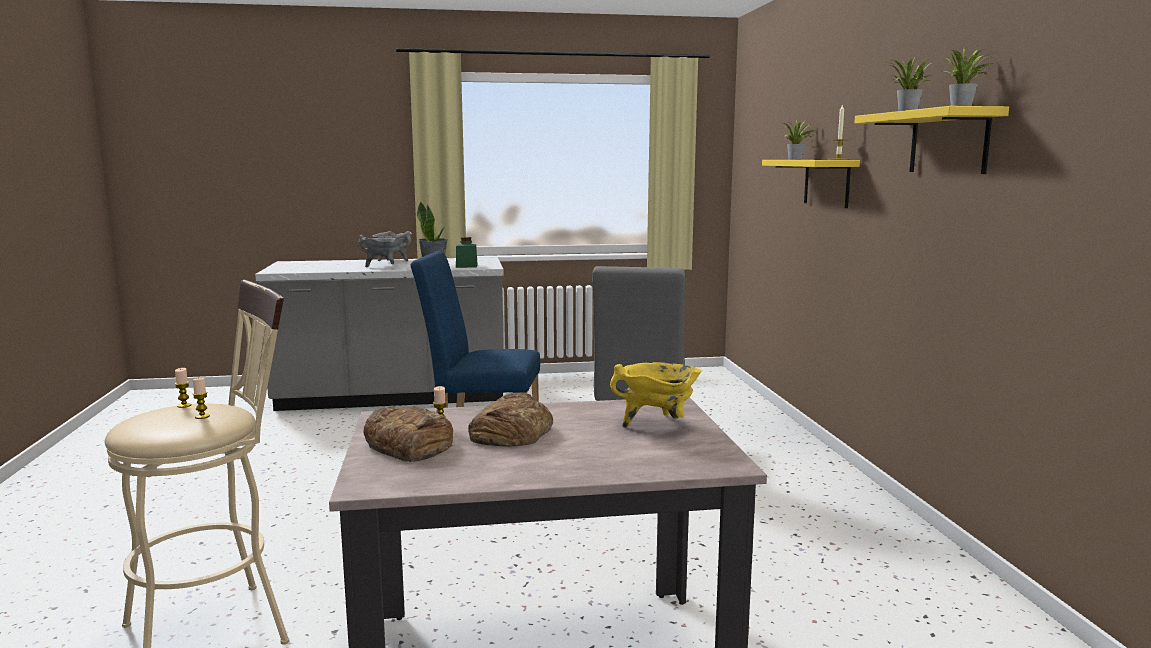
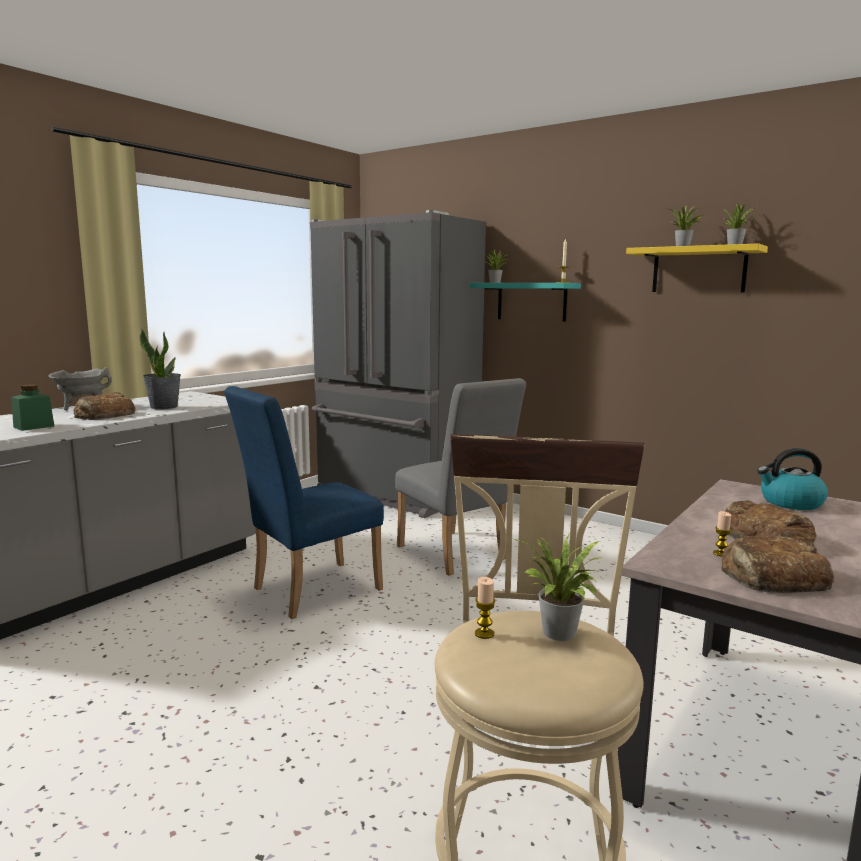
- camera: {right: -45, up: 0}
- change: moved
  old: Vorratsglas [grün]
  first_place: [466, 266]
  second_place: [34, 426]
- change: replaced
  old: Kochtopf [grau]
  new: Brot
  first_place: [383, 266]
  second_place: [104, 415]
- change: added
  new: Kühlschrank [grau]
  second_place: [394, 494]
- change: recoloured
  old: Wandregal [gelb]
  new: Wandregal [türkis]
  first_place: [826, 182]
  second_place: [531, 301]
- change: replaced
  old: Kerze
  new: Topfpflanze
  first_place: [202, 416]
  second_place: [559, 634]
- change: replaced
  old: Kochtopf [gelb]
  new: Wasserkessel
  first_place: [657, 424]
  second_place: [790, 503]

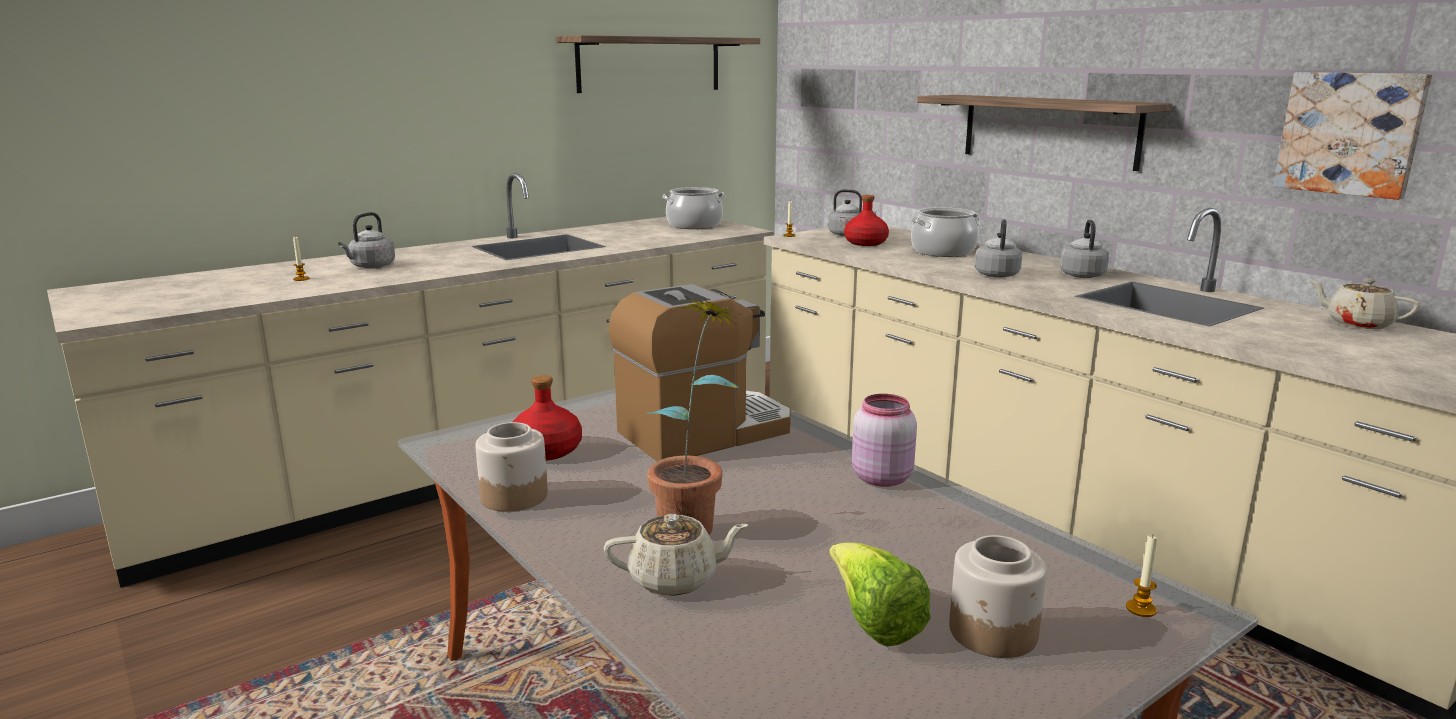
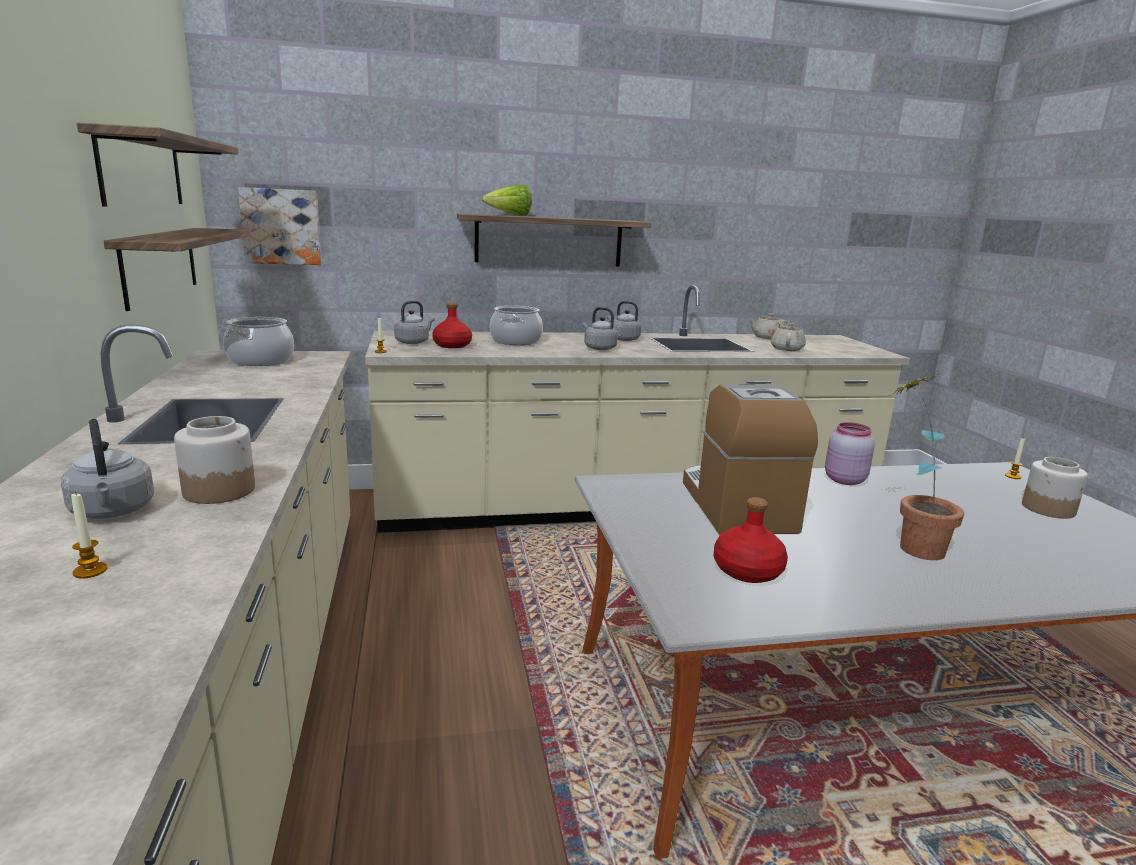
- camera: {right: -65, up: 0}
- change: added
  new: Wandregal
  second_place: [160, 264]
- change: moved
  old: Vorratsglas
  first_place: [515, 496]
  second_place: [219, 490]
- change: moved
  old: Bild
  first_place: [1350, 133]
  second_place: [281, 226]
- change: moved
  old: Salatkopf
  first_place: [873, 622]
  second_place: [511, 215]
- change: moved
  old: Teekanne [beige]
  first_place: [675, 579]
  second_place: [787, 349]

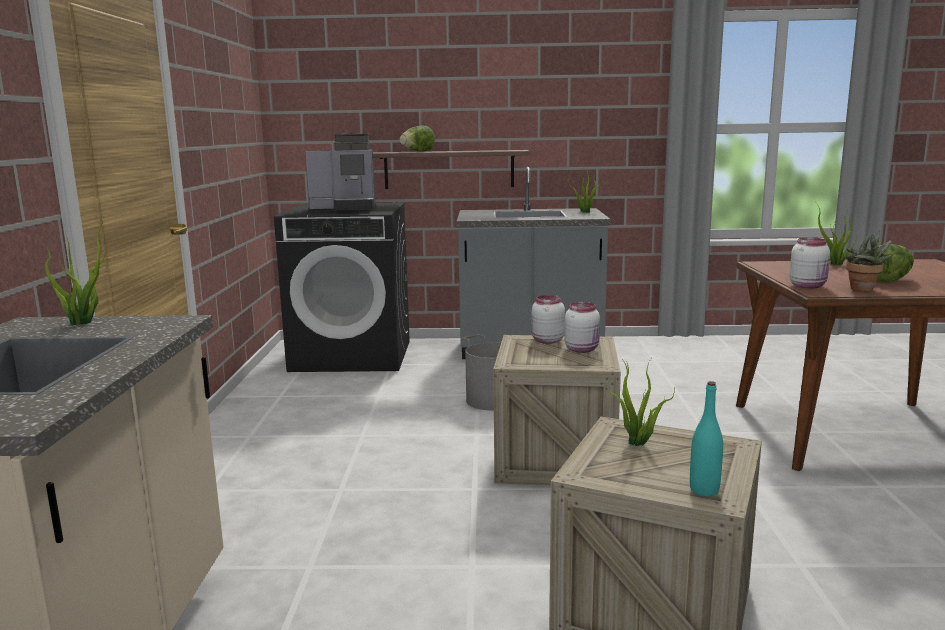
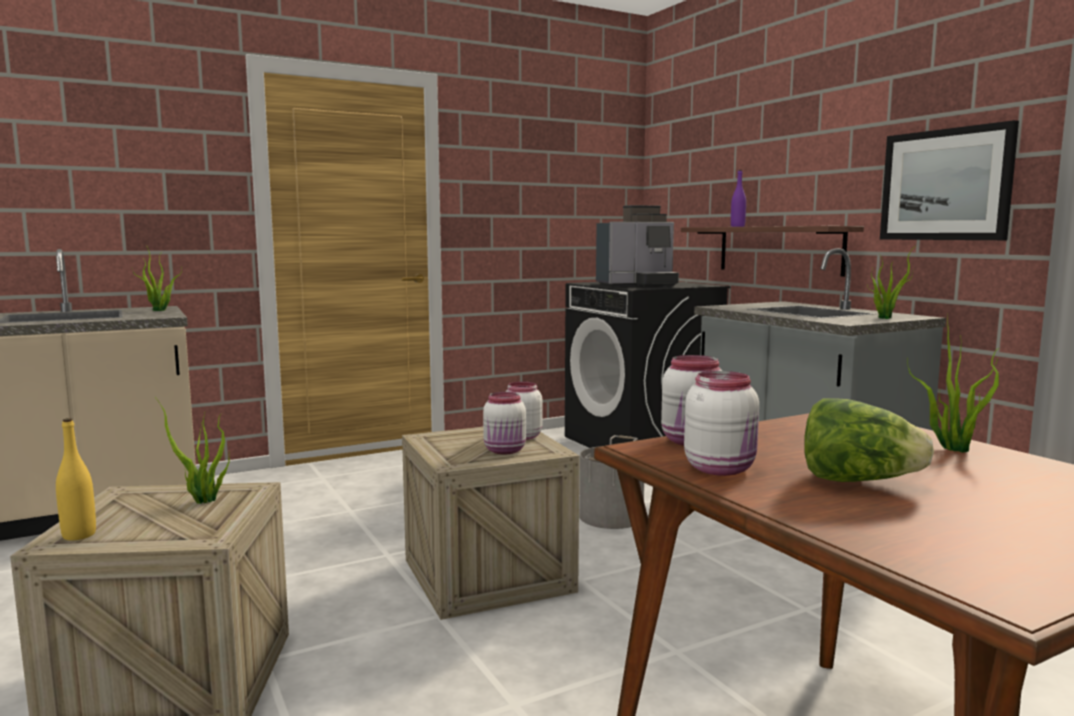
- camera: {right: 60, up: -5}
- change: recoloured
  old: Flasche [türkis]
  new: Flasche [gelb]
  first_place: [704, 490]
  second_place: [79, 535]
- change: turned
  old: Kaffeemaschine
  first_place: [346, 209]
  second_place: [638, 284]
  degrees: -75
- change: replaced
  old: Topfpflanze
  new: Vorratsglas [weiß]
  first_place: [863, 289]
  second_place: [721, 468]
- change: replaced
  old: Salatkopf
  new: Flasche [lila]
  first_place: [417, 151]
  second_place: [737, 226]
- change: added
  new: Bild
  second_place: [945, 185]

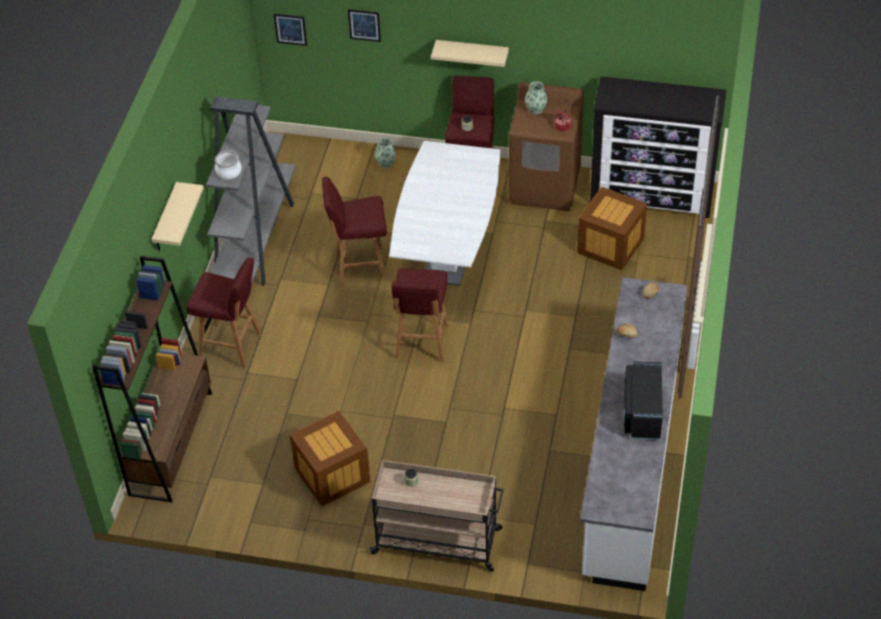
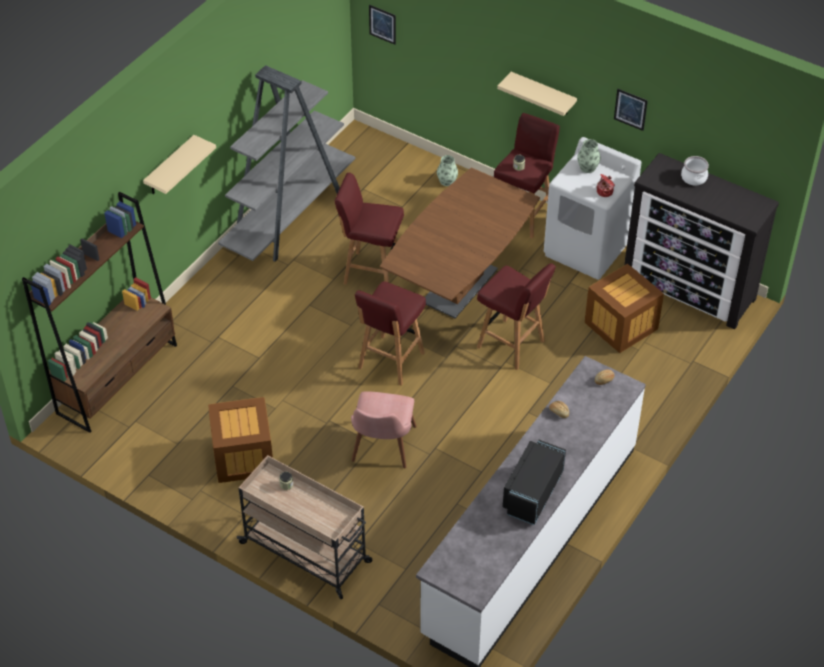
- camera: {right: 20, up: 0}
- change: added
  new: Stuhl [rosa]
  second_place: [382, 451]
- change: recoloured
  old: Esstisch [weiß]
  new: Esstisch [braun]
  first_place: [448, 255]
  second_place: [459, 286]
- change: moved
  old: Hocker [rot]
  first_place: [232, 346]
  second_place: [512, 345]
- change: recoloured
  old: Waschmaschine [braun]
  new: Waschmaschine [weiß]
  first_place: [545, 186]
  second_place: [587, 249]
- change: moved
  old: Bild
  first_place: [364, 25]
  second_place: [630, 109]
- change: moved
  old: Kochtopf
  first_place: [229, 171]
  second_place: [694, 178]

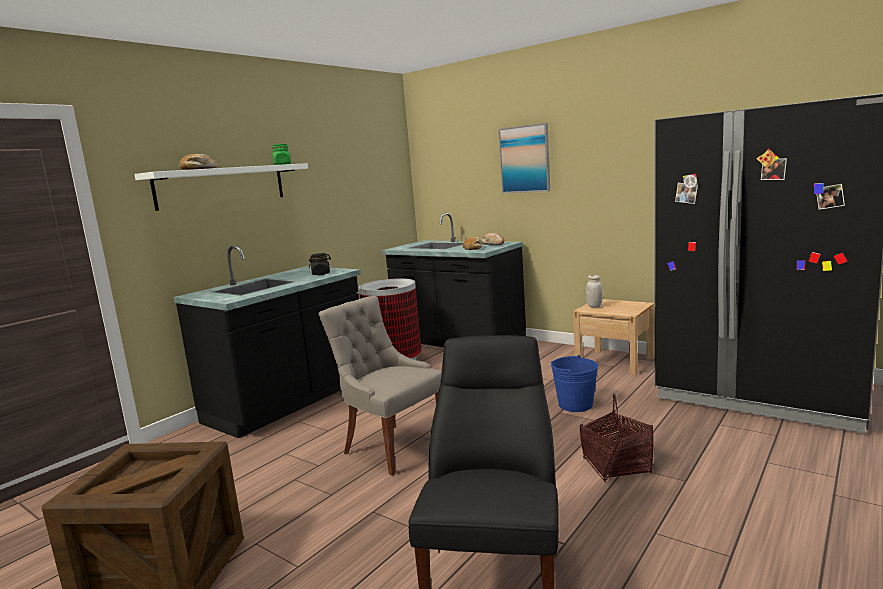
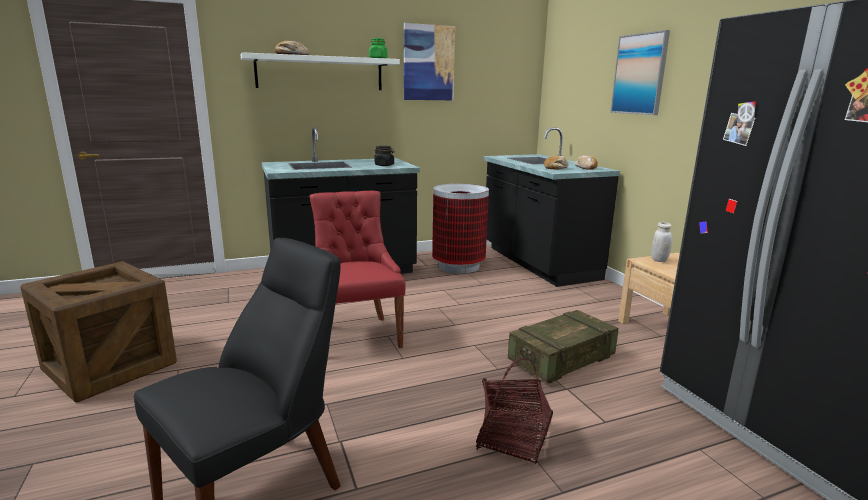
- camera: {right: 30, up: 5}
- change: recoloured
  old: Stuhl [grau]
  new: Stuhl [rot]
  first_place: [392, 447]
  second_place: [357, 335]
- change: added
  new: Bild
  second_place: [428, 63]
- change: replaced
  old: Eimer [blau]
  new: Kiste
  first_place: [575, 405]
  second_place: [561, 360]

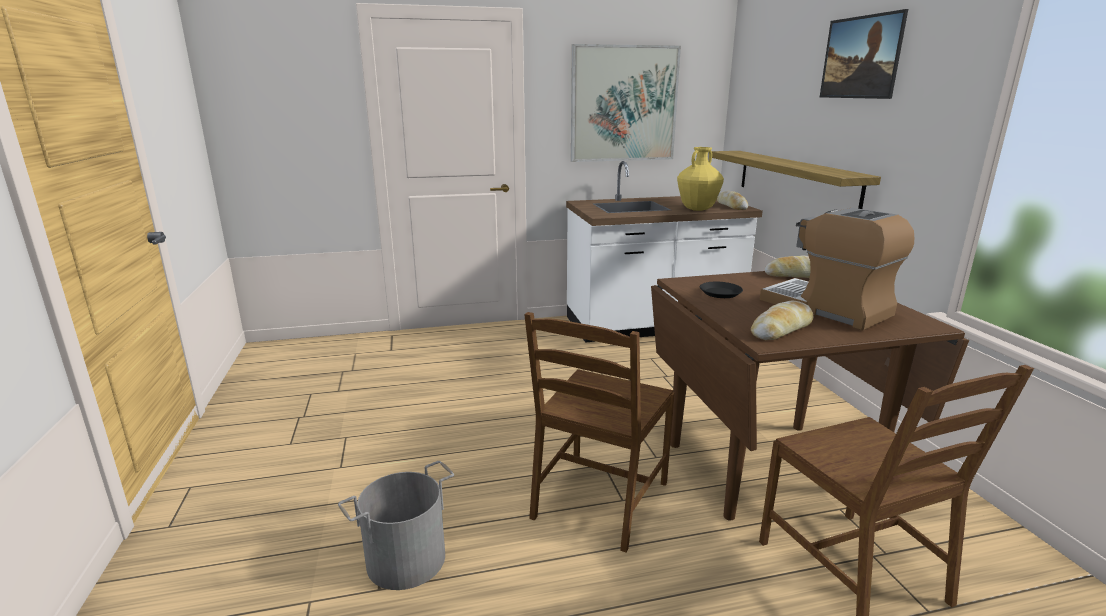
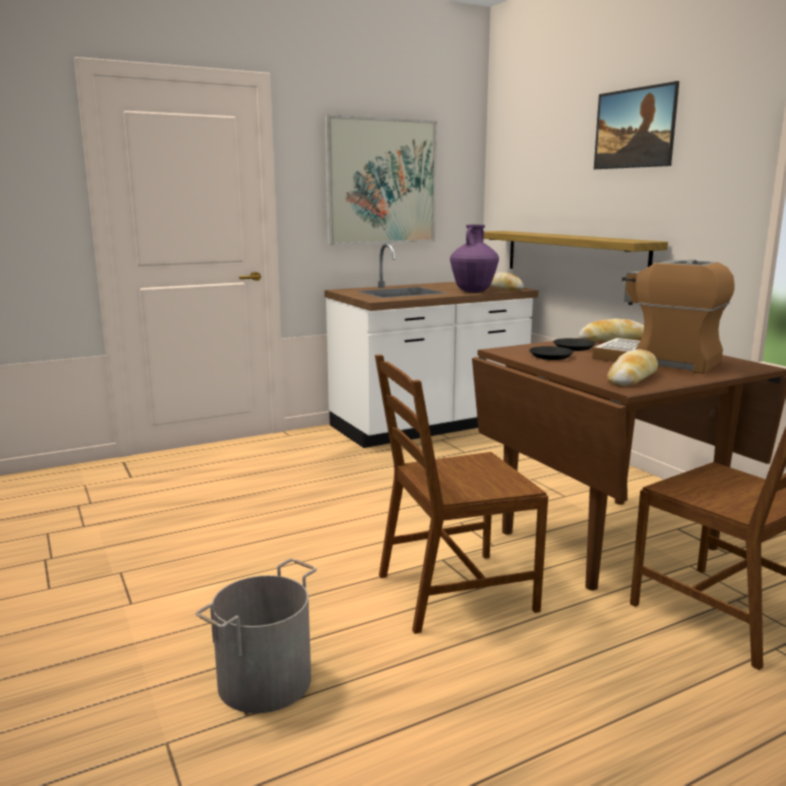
- camera: {right: -15, up: -5}
- change: turned
  old: Stuhl [braun]
  first_place: [599, 500]
  second_place: [454, 592]
  degrees: 60
- change: recoloured
  old: Vase [gelb]
  new: Vase [lila]
  first_place: [697, 209]
  second_place: [473, 291]
- change: added
  new: Teller [schwarz]
  second_place: [573, 347]

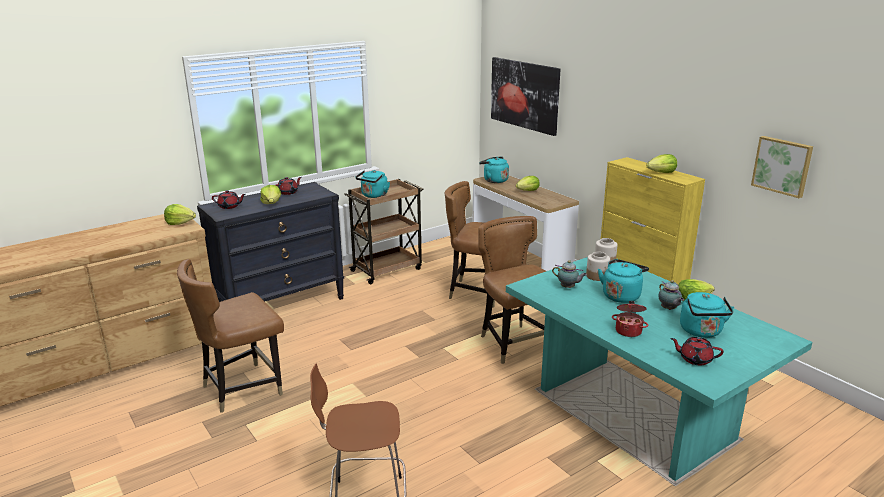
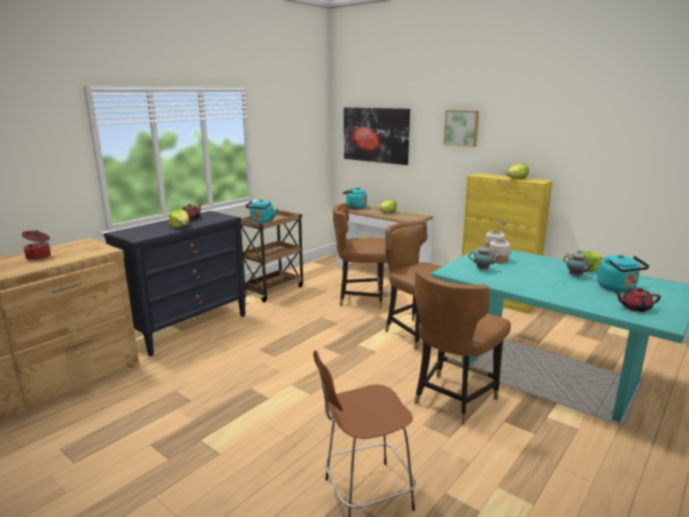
- camera: {right: -15, up: -5}
- change: moved
  old: Kochtopf
  first_place: [628, 331]
  second_place: [39, 257]
- change: moved
  old: Stuhl [braun]
  first_place: [242, 388]
  second_place: [453, 399]
- change: moved
  old: Bild
  first_place: [782, 166]
  second_place: [461, 128]
- change: removed
  old: Salatkopf
  first_place: [180, 223]
- change: removed
  old: Teekanne [rot]
  first_place: [229, 206]
- change: removed
  old: Wasserkessel [türkis]
  first_place: [621, 295]

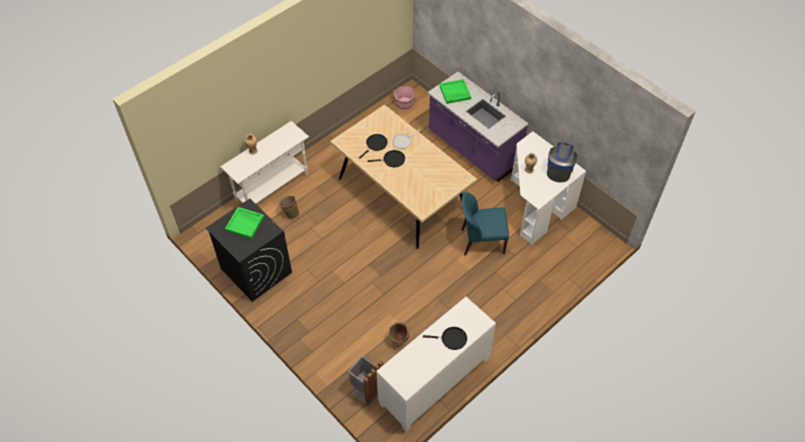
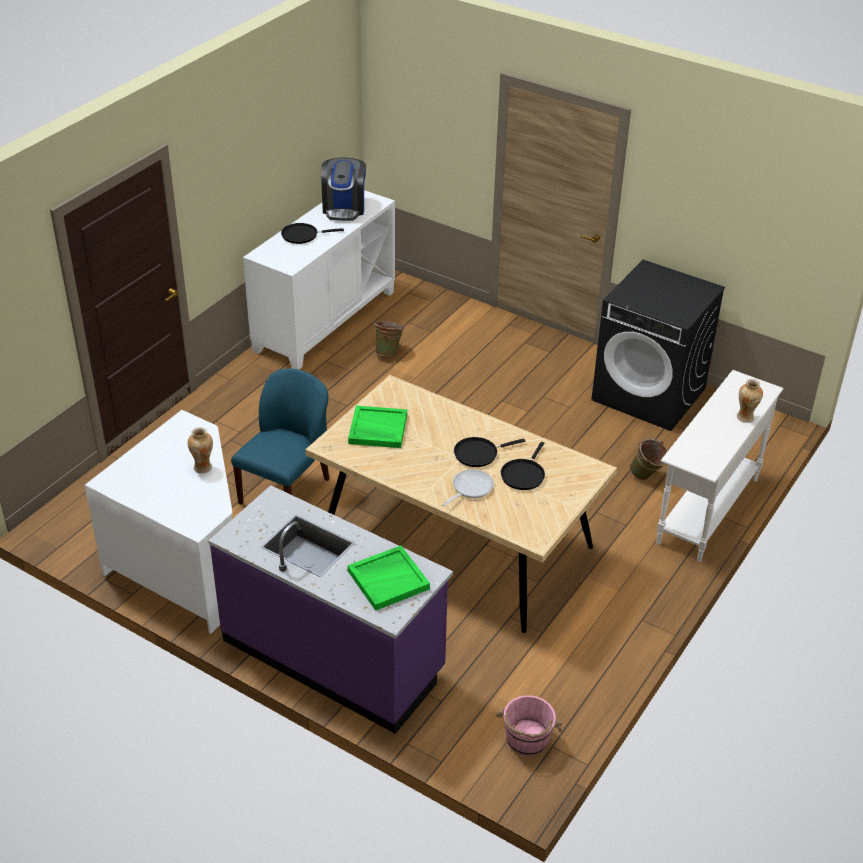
- camera: {right: 165, up: -15}
- change: turned
  old: Stuhl [blau]
  first_place: [481, 241]
  second_place: [286, 490]
  degrees: -45
- change: moved
  old: Kaffeemaschine
  first_place: [559, 170]
  second_place: [344, 208]
- change: moved
  old: Tablett [grün]
  first_place: [245, 223]
  second_place: [377, 429]
- change: removed
  old: Mülleimer [grau]
  first_place: [366, 390]

